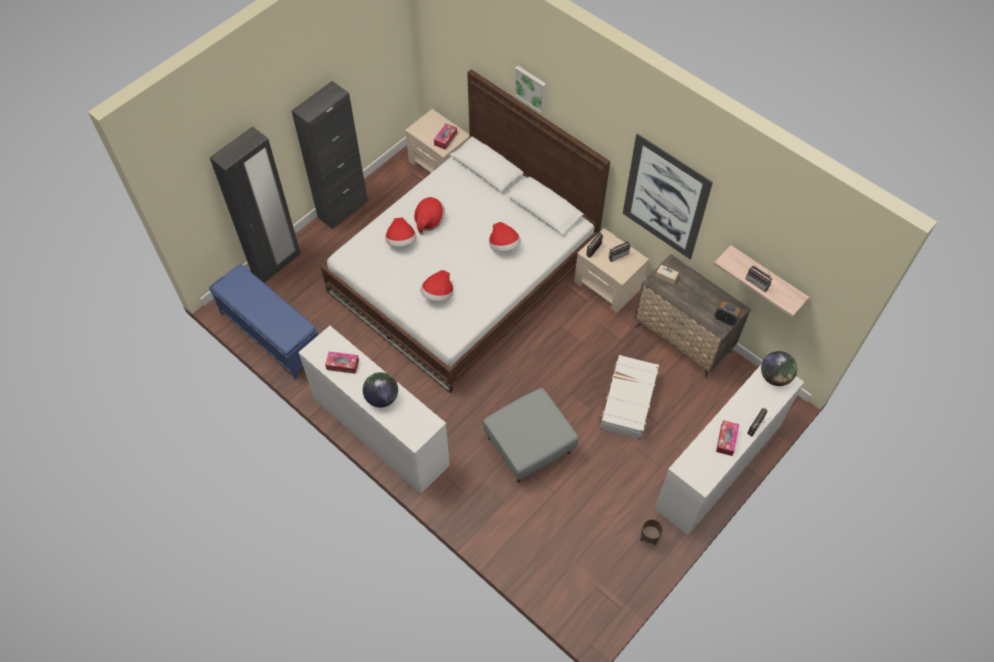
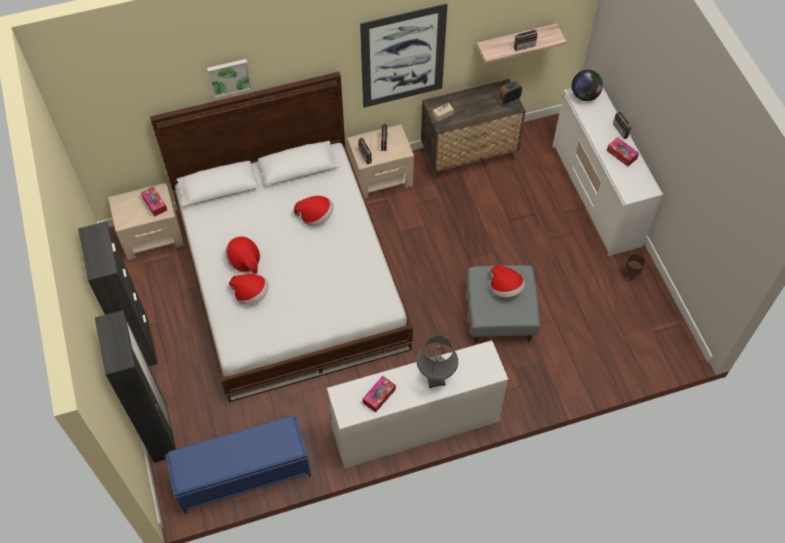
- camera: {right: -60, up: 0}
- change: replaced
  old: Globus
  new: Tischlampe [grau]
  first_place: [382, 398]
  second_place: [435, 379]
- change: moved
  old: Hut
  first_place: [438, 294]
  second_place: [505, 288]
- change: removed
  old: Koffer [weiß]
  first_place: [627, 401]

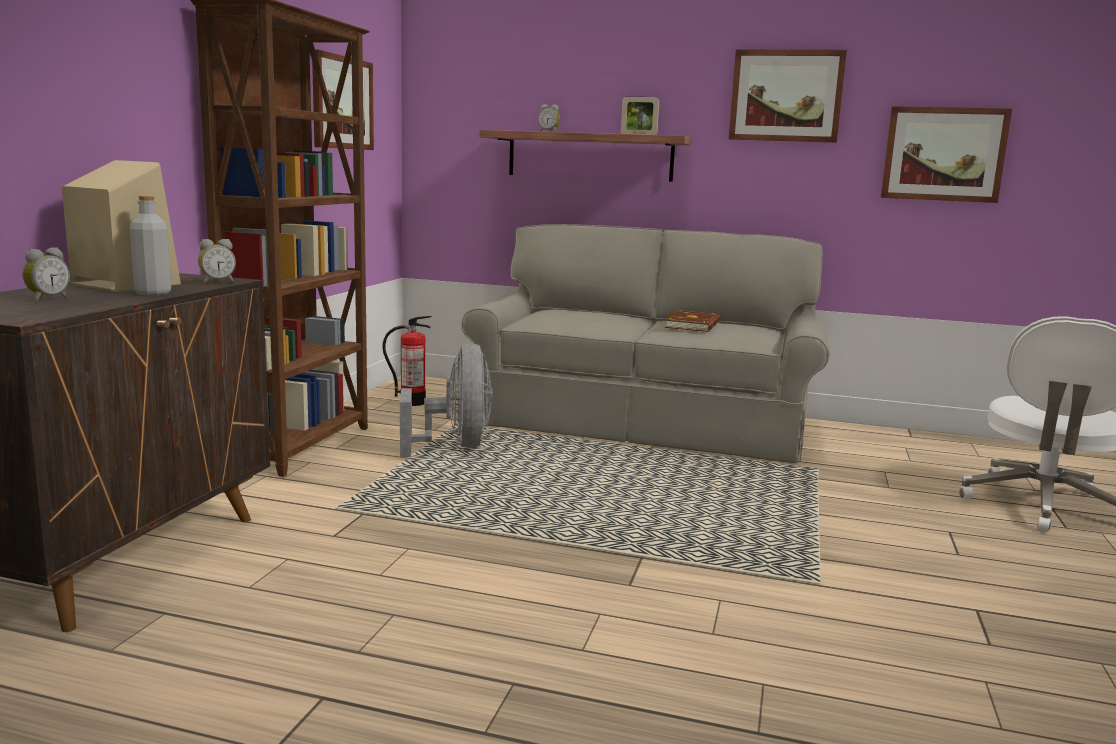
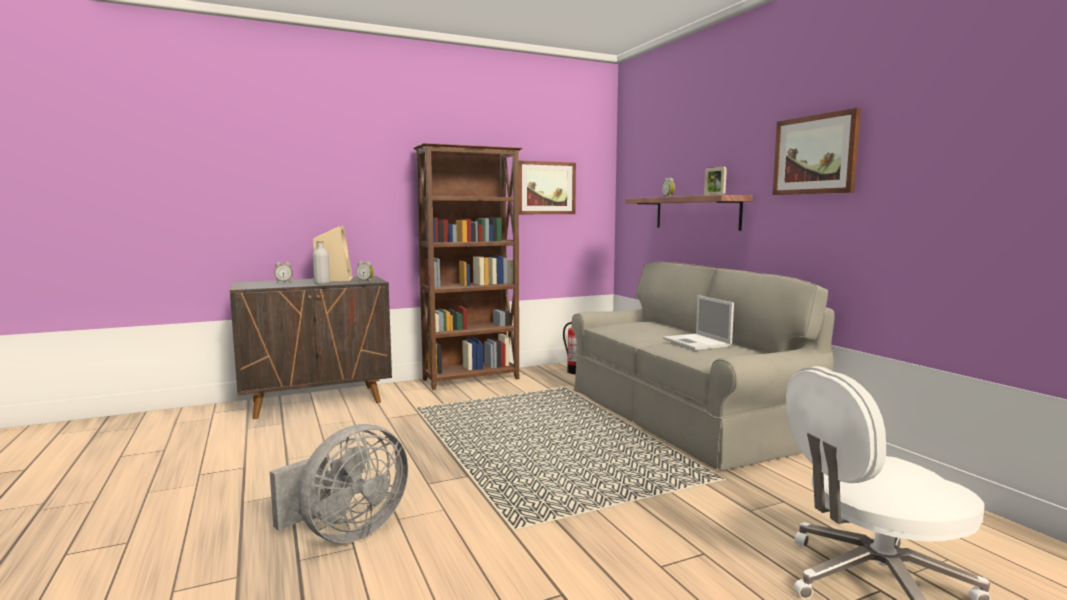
- camera: {right: 50, up: -5}
- change: moved
  old: Ventilator [grau]
  first_place: [455, 446]
  second_place: [346, 532]
- change: replaced
  old: Buch [braun]
  new: Laptop
  first_place: [693, 325]
  second_place: [697, 343]
- change: removed
  old: Bild
  first_place: [943, 154]

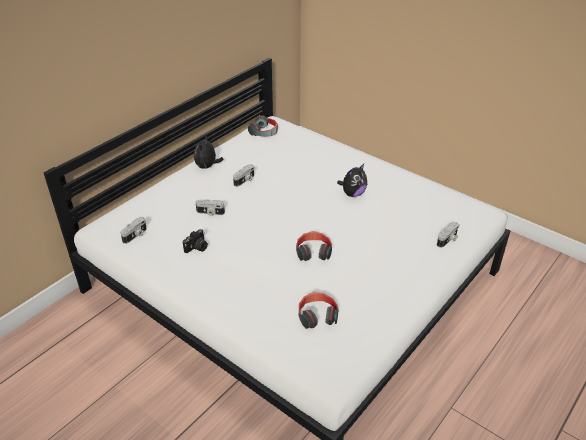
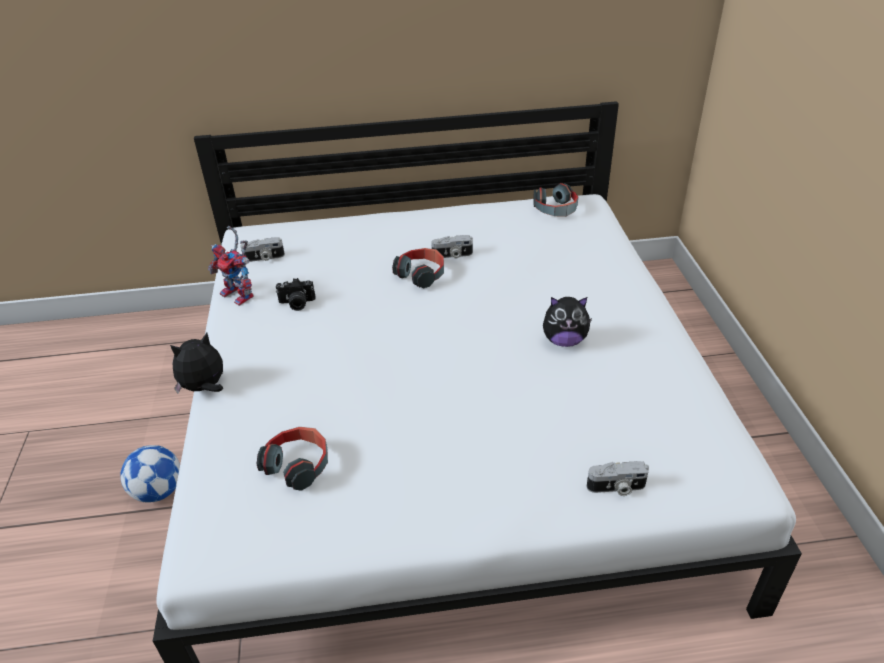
- camera: {right: 45, up: 0}
- change: added
  new: Fußball
  second_place: [158, 491]
- change: moved
  old: Plüschtier
  first_place: [207, 167]
  second_place: [204, 388]
- change: added
  new: Spielzeugroboter
  second_place: [241, 295]
- change: moved
  old: Kopfhörer
  first_place: [313, 252]
  second_place: [421, 274]
- change: removed
  old: Kamera
  first_place: [210, 213]

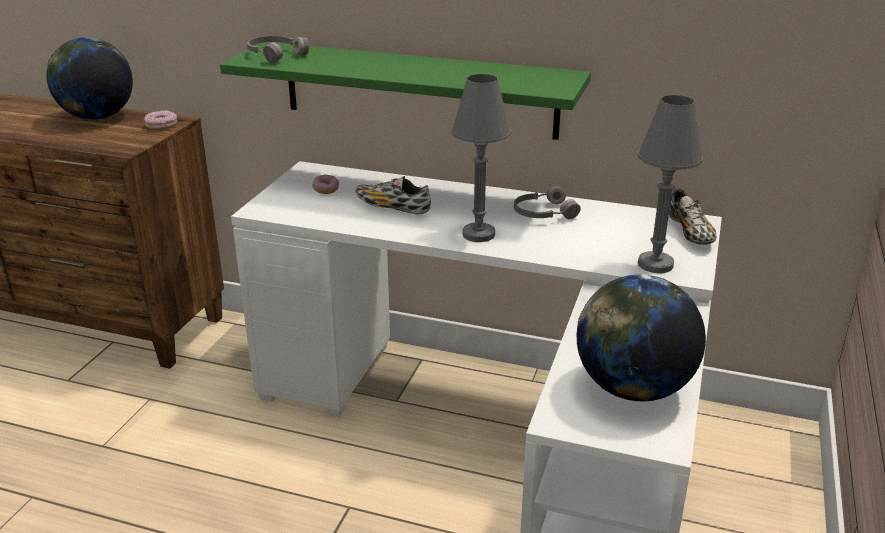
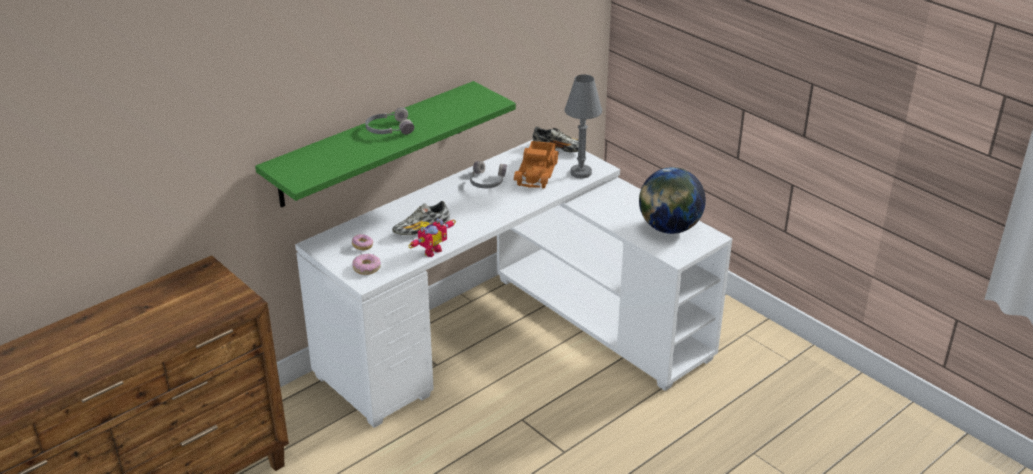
- camera: {right: -60, up: 5}
- change: moved
  old: Donut
  first_place: [161, 125]
  second_place: [366, 268]
- change: moved
  old: Kopfhörer [grau]
  first_place: [276, 55]
  second_place: [389, 129]
- change: added
  new: Spielzeugroboter
  second_place: [430, 250]
- change: added
  new: Spielzeuglaster
  second_place: [538, 172]
- change: removed
  old: Globus
  first_place: [98, 117]
- change: removed
  old: Tischlampe [grau]
  first_place: [478, 234]

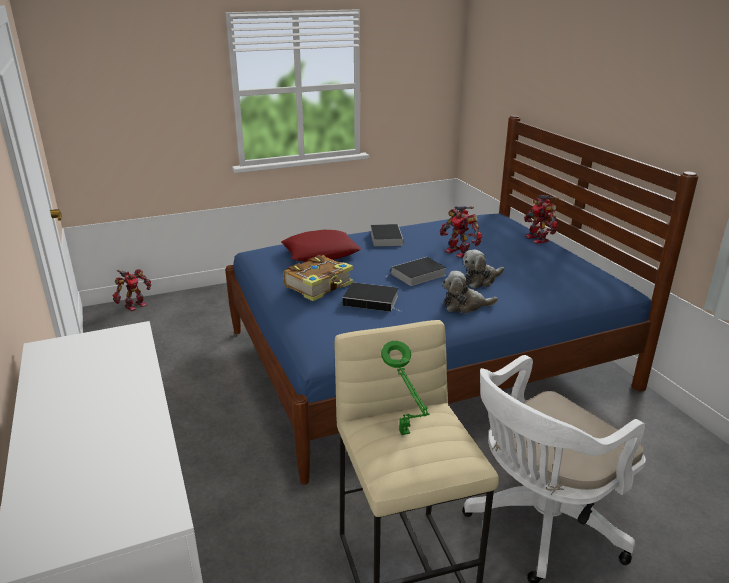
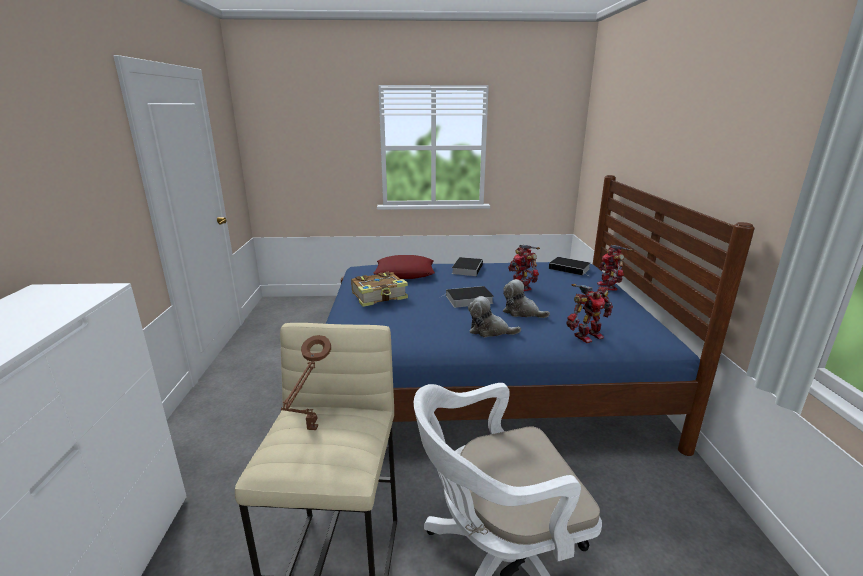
- camera: {right: 20, up: -5}
- change: recoloured
  old: Tischlampe [grün]
  new: Tischlampe [braun]
  first_place: [405, 435]
  second_place: [311, 431]
- change: turned
  old: Plüschtier
  first_place: [480, 280]
  second_place: [521, 312]
  degrees: 45
- change: moved
  old: Buch
  first_place: [372, 300]
  second_place: [570, 269]
- change: moved
  old: Spielzeugroboter
  first_place: [134, 305]
  second_place: [587, 335]

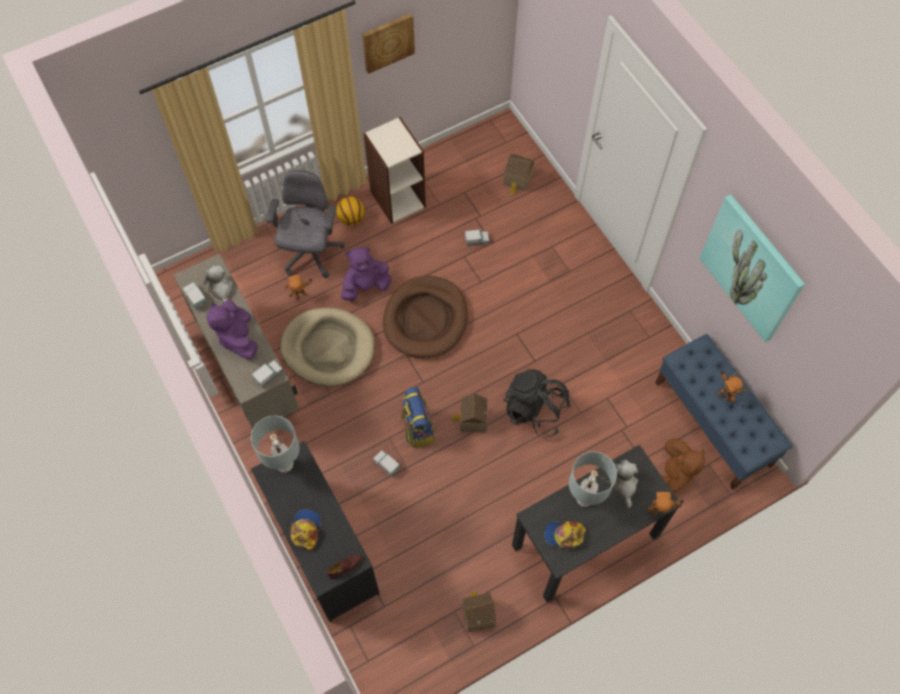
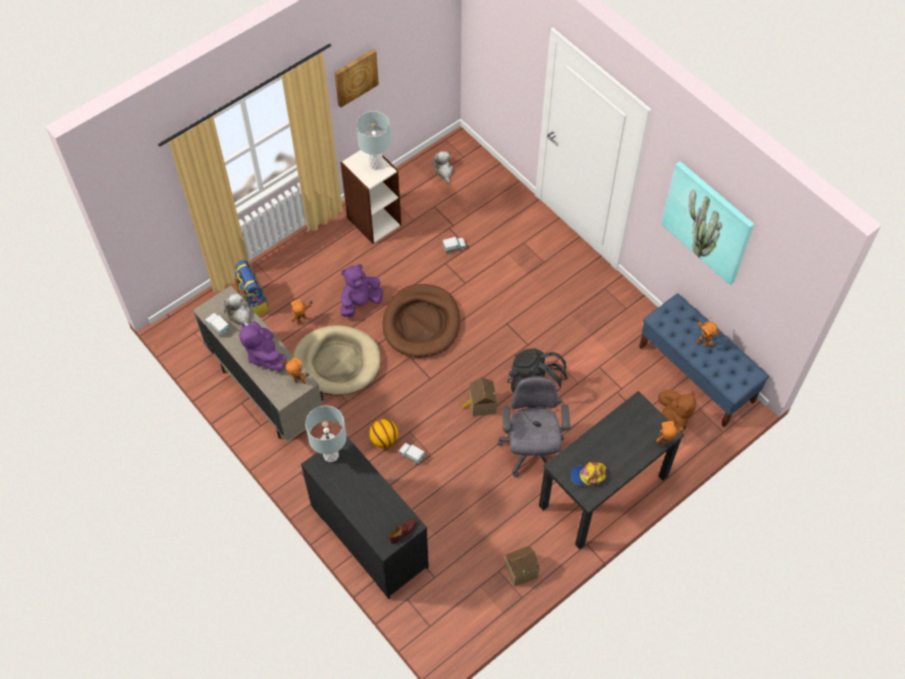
- camera: {right: -10, up: -5}
- change: moved
  old: Rucksack
  first_place: [417, 428]
  second_place: [253, 302]
- change: replaced
  old: Spielzeuglaster
  new: Spielzeugroboter
  first_place: [268, 376]
  second_place: [299, 383]
- change: moved
  old: Tischlampe [grau]
  first_place: [584, 498]
  second_place: [376, 164]
- change: moved
  old: Basketball
  first_place: [351, 218]
  second_place: [384, 440]
- change: moved
  old: Plüschtier
  first_place: [624, 484]
  second_place: [443, 171]
- change: moved
  old: Bürostuhl [grau]
  first_place: [310, 253]
  second_place: [531, 451]
- change: removed
  old: Kappe
  first_place: [306, 529]
- change: removed
  old: Spielzeughaus
  first_place: [518, 181]

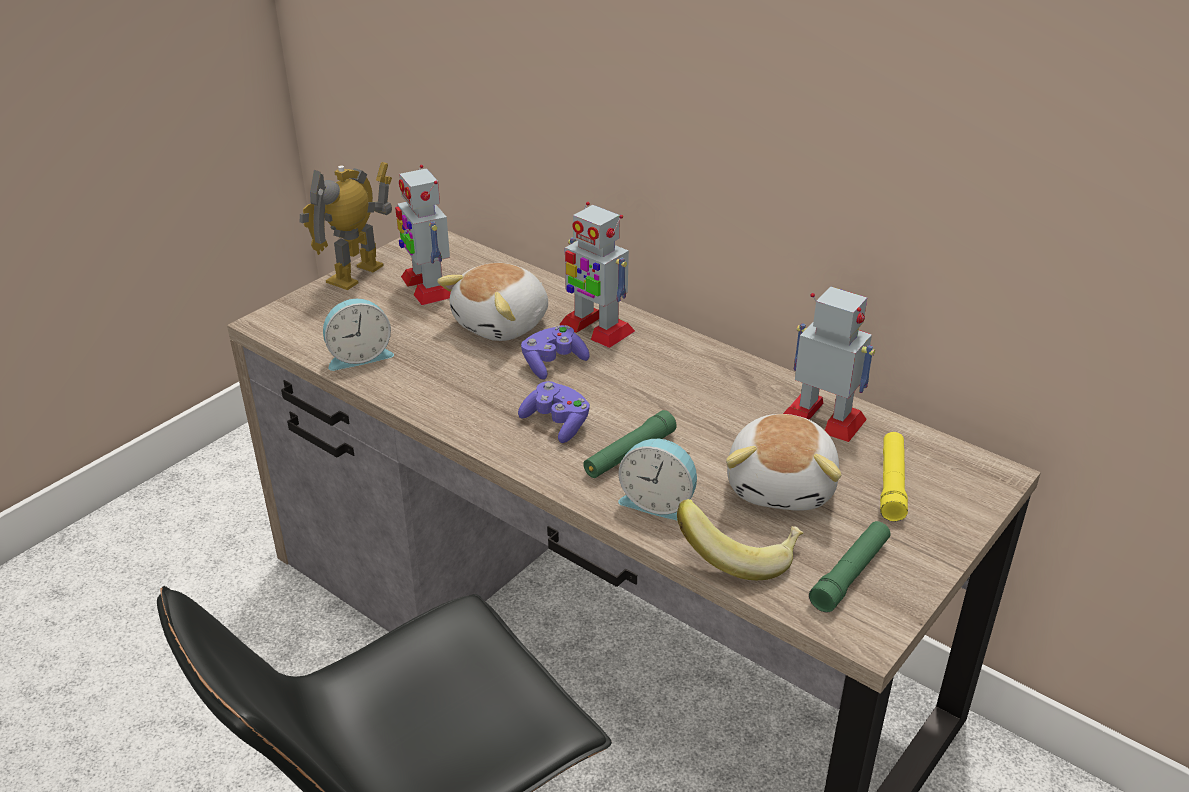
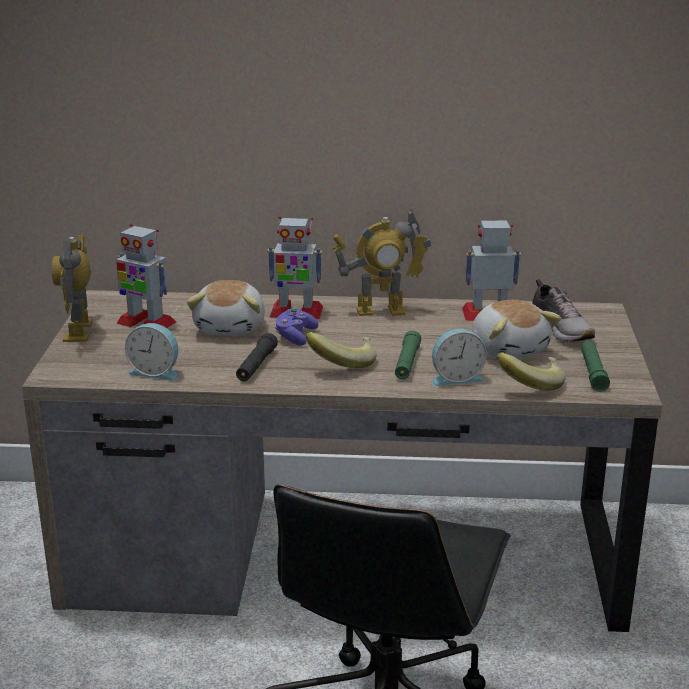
- camera: {right: -35, up: -10}
- change: turned
  old: Wecker
  first_place: [359, 356]
  second_place: [156, 372]
  degrees: 75
- change: added
  new: Taschenlampe [schwarz]
  second_place: [256, 365]
- change: replaced
  old: Gamepad [lila]
  new: Banane
  first_place: [557, 423]
  second_place: [343, 363]
- change: added
  new: Spielzeugroboter
  second_place: [380, 311]
- change: replaced
  old: Taschenlampe [gelb]
  new: Schuh
  first_place: [891, 483]
  second_place: [561, 330]

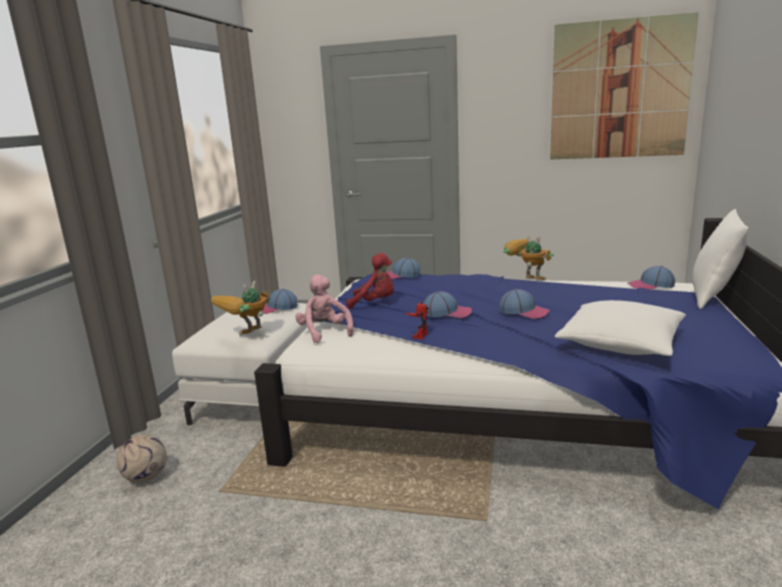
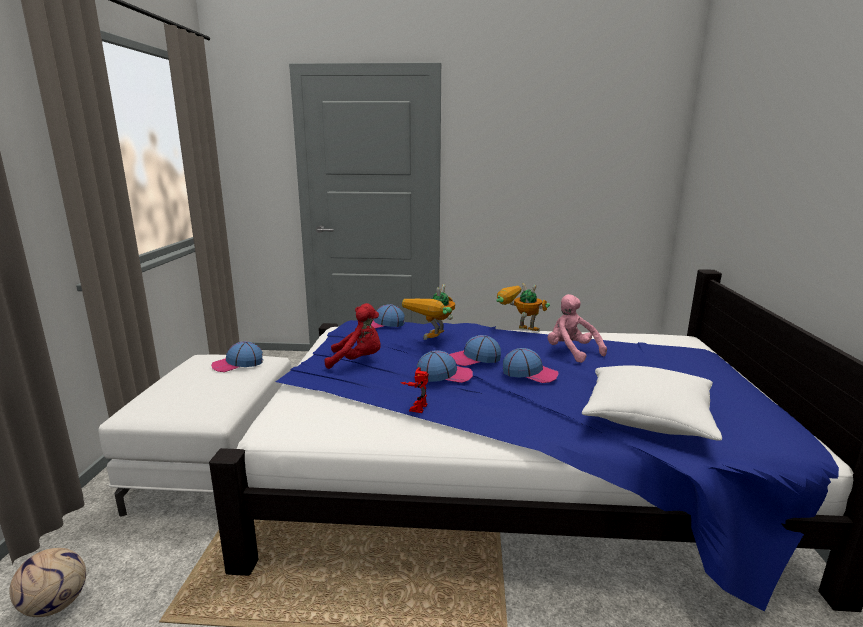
- camera: {right: -10, up: 0}
- change: moved
  old: Spielzeugroboter
  first_place: [247, 337]
  second_place: [434, 341]
- change: moved
  old: Kappe
  first_place: [650, 285]
  second_place: [474, 358]
- change: moved
  old: Plüschtier [rosa]
  first_place: [324, 332]
  second_place: [571, 352]
- change: removed
  old: Bild
  first_place: [619, 90]
- change: removed
  old: Kissen [weiß]
  first_place: [713, 297]

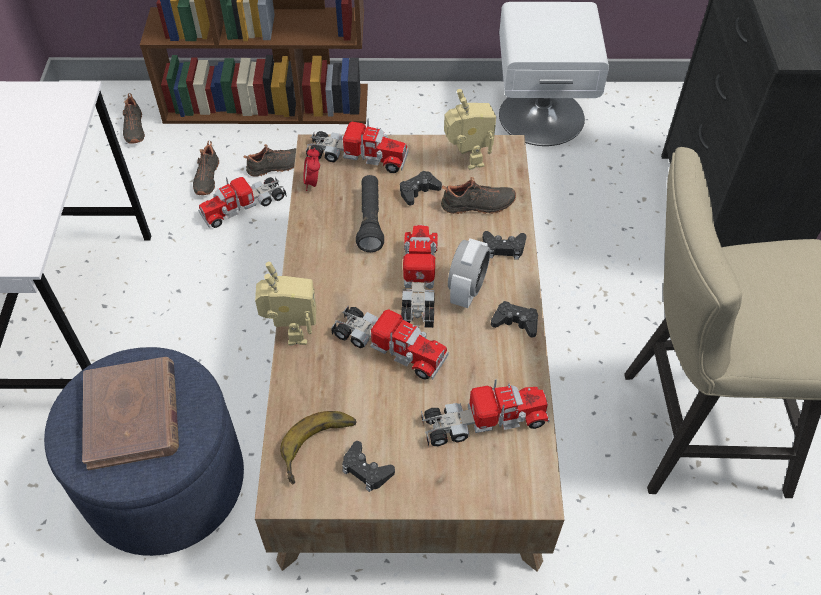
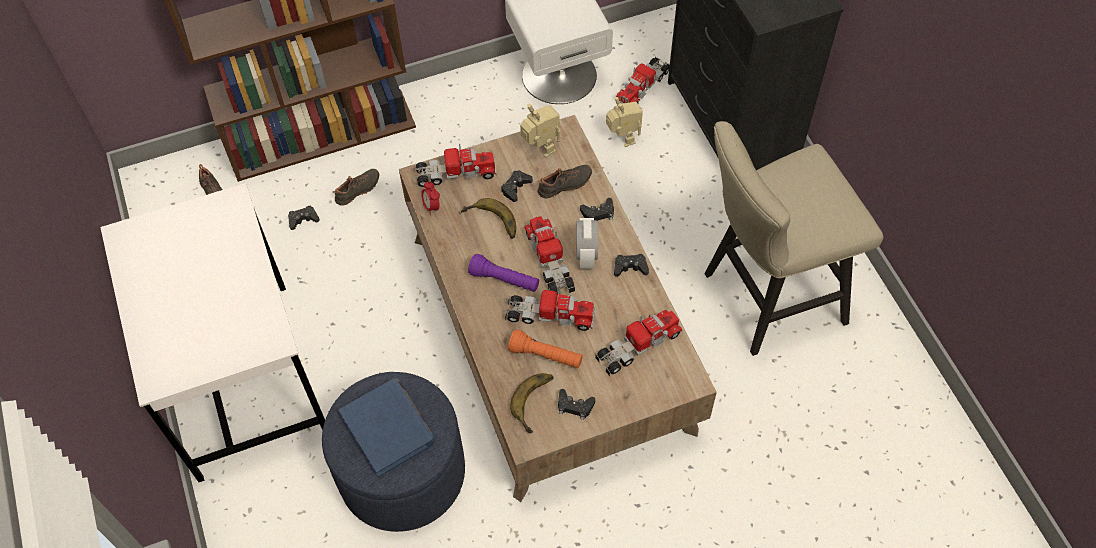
- camera: {right: -20, up: 5}
- change: replaced
  old: Schuh [schwarz]
  new: Gamepad [schwarz]
  first_place: [206, 178]
  second_place: [303, 219]
- change: recoloured
  old: Buch [braun]
  new: Buch [blau]
  first_place: [133, 415]
  second_place: [388, 428]
- change: replaced
  old: Taschenlampe [schwarz]
  new: Banane
  first_place: [370, 220]
  second_place: [490, 223]
- change: added
  new: Taschenlampe [lila]
  second_place: [504, 280]
- change: added
  new: Taschenlampe [orange]
  second_place: [546, 356]
- change: moved
  old: Spielzeugroboter
  first_place: [291, 332]
  second_place: [622, 139]
- change: moved
  old: Spielzeuglaster
  first_place: [244, 206]
  second_place: [643, 86]

